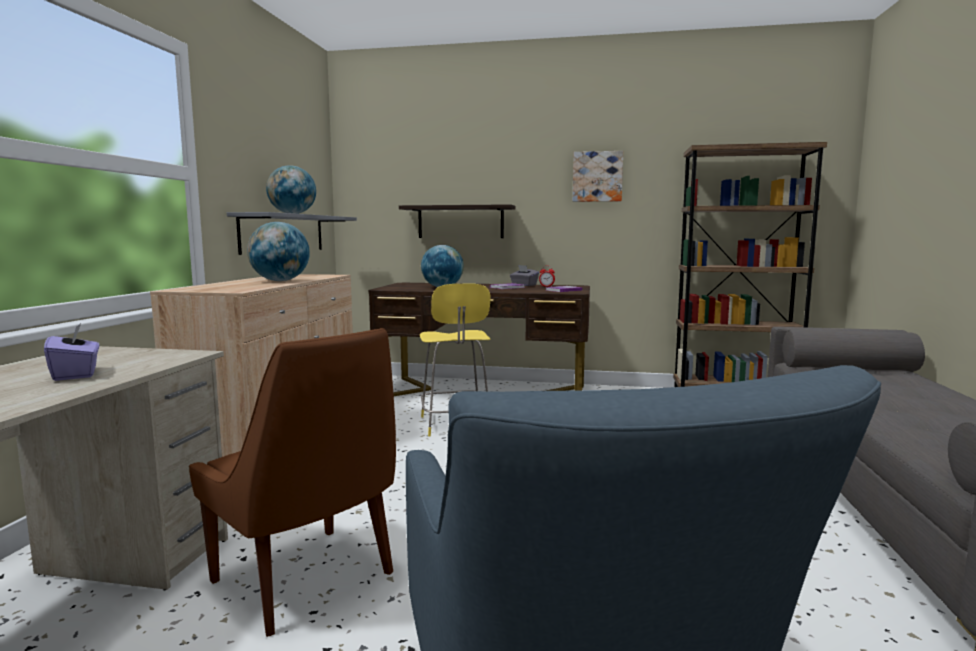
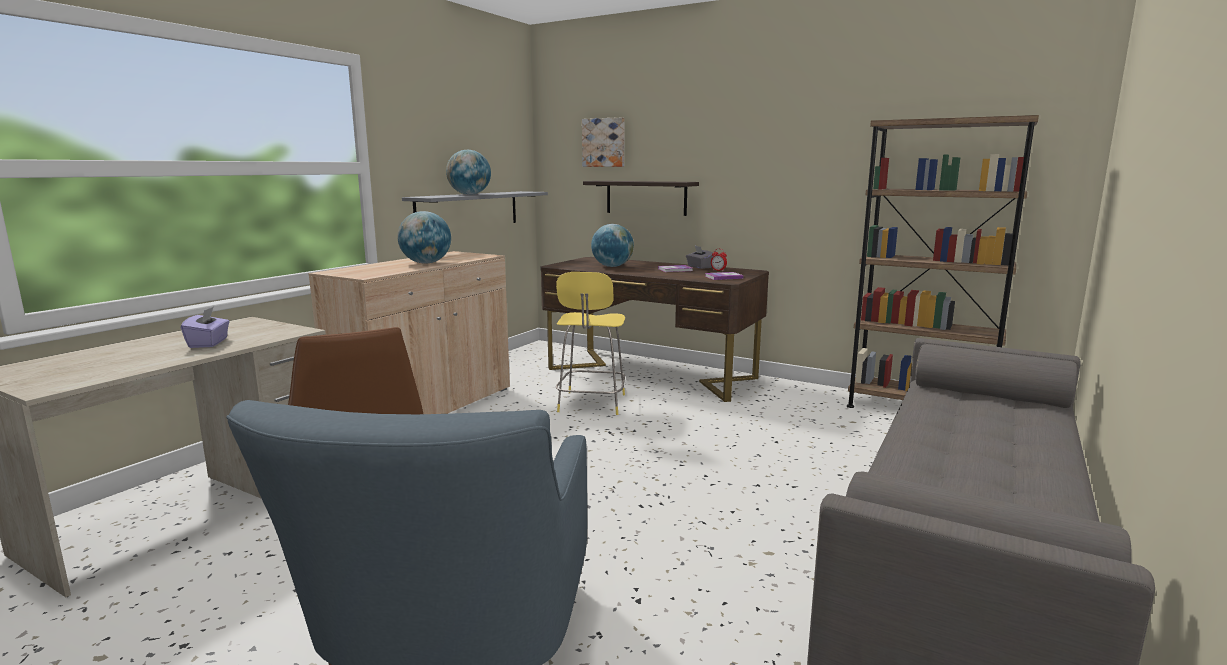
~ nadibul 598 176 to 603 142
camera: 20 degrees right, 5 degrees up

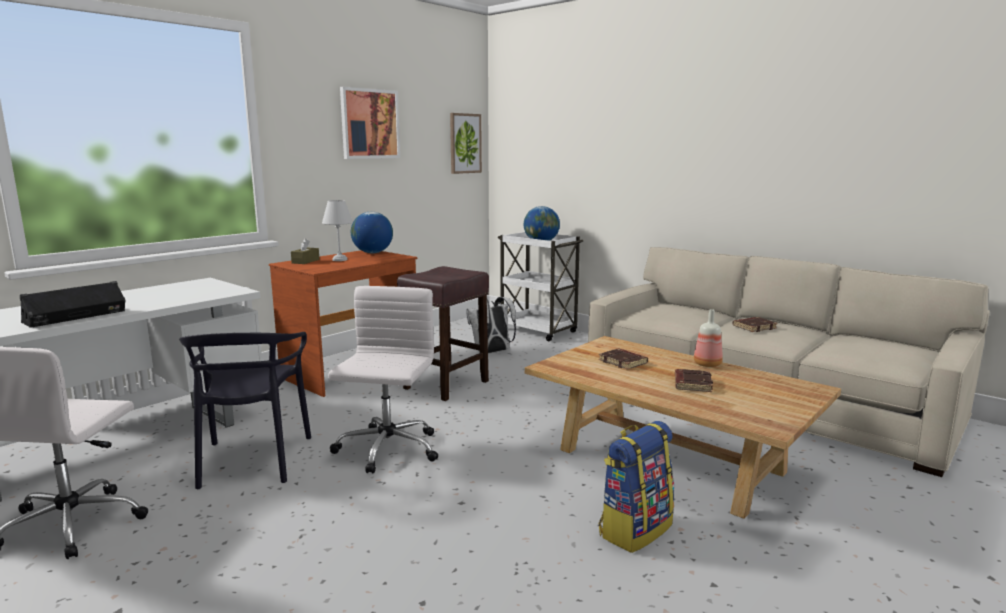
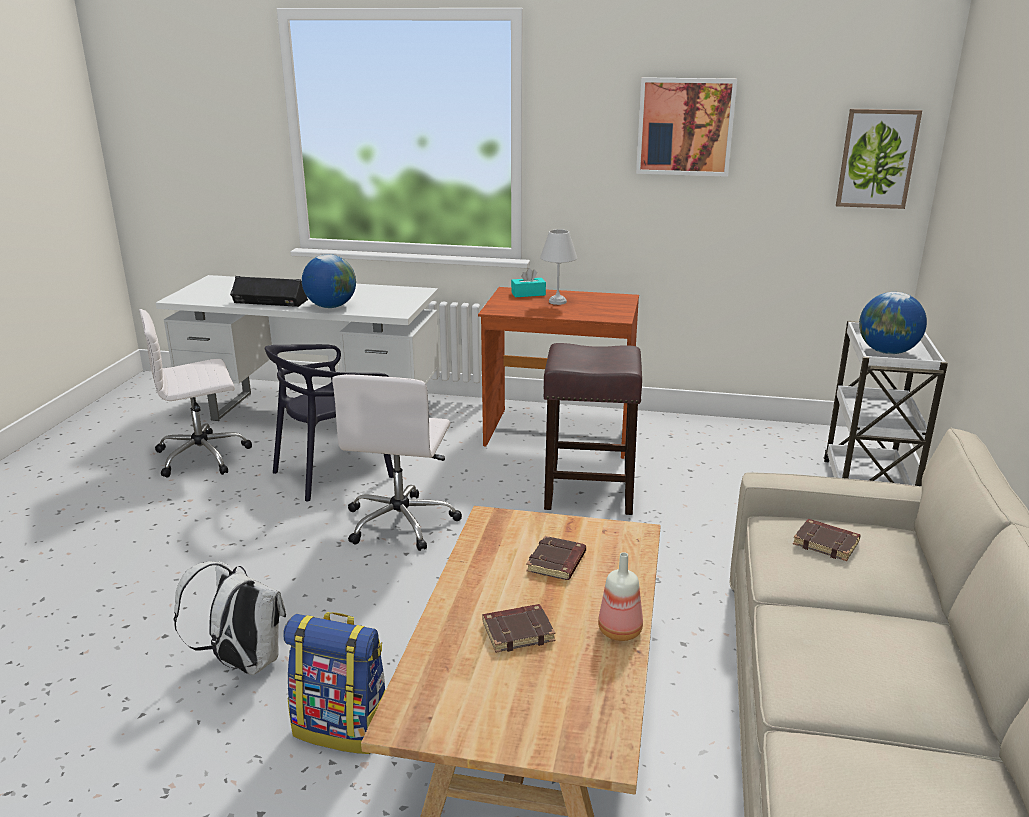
~ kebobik 372 232 to 329 281
~ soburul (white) 491 325 to 230 618
~ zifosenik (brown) 755 324 to 827 540
~ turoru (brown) 305 251 to turoru (turquoise) 528 282
~ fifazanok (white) 383 380 = 397 462 120 degrees clockwise
camera: 60 degrees right, 10 degrees up

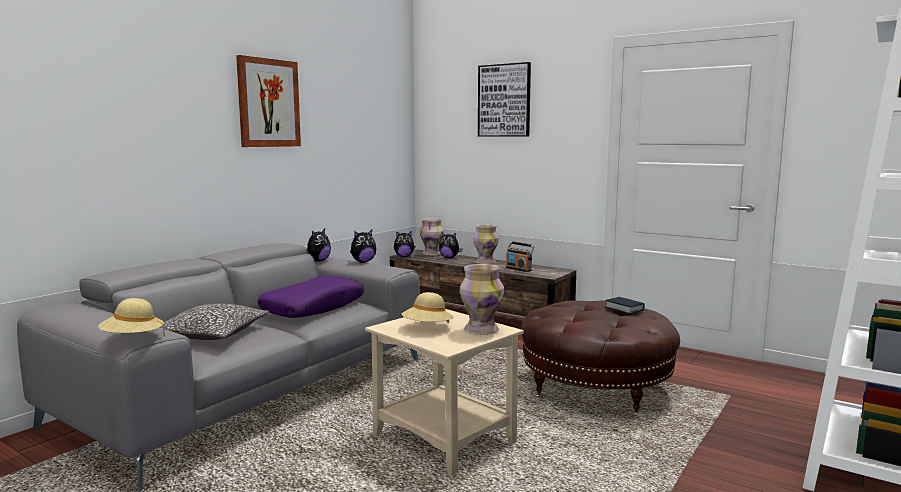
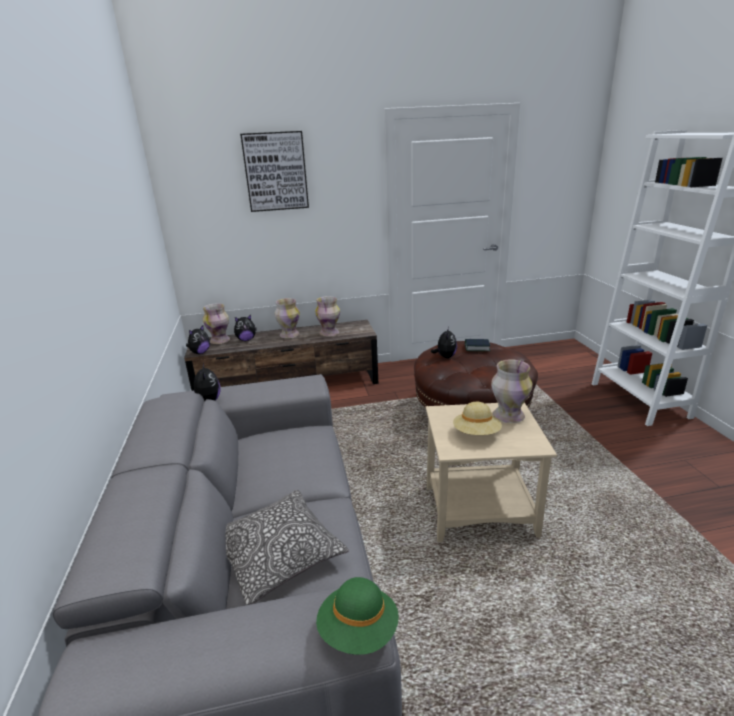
- nadibul 268 101
- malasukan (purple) 311 297
~ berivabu 363 246 to 444 342
~ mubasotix 520 256 to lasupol 327 316
~ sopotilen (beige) 131 317 to sopotilen (green) 357 616
camera: 45 degrees left, 15 degrees up

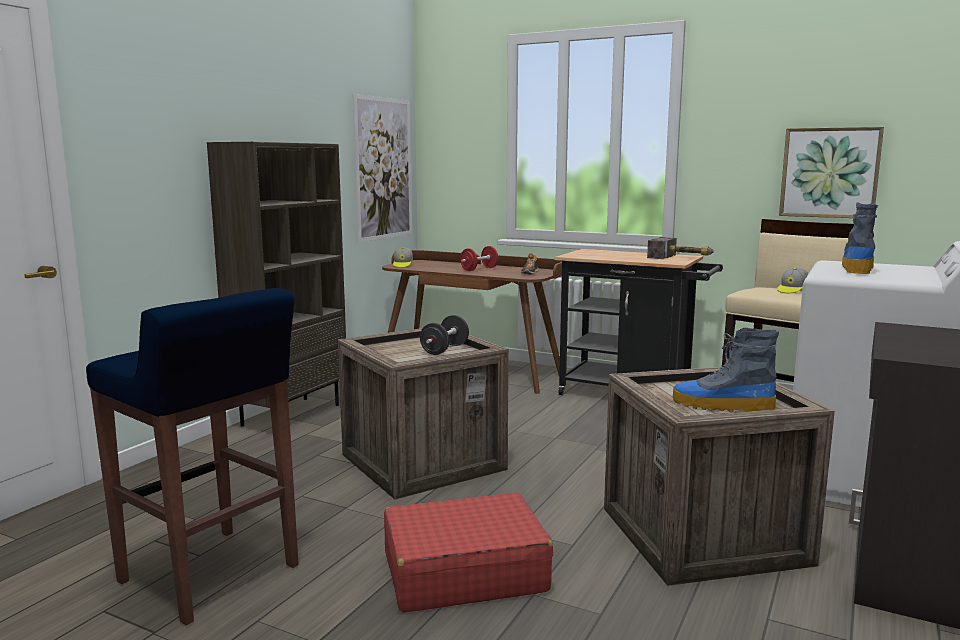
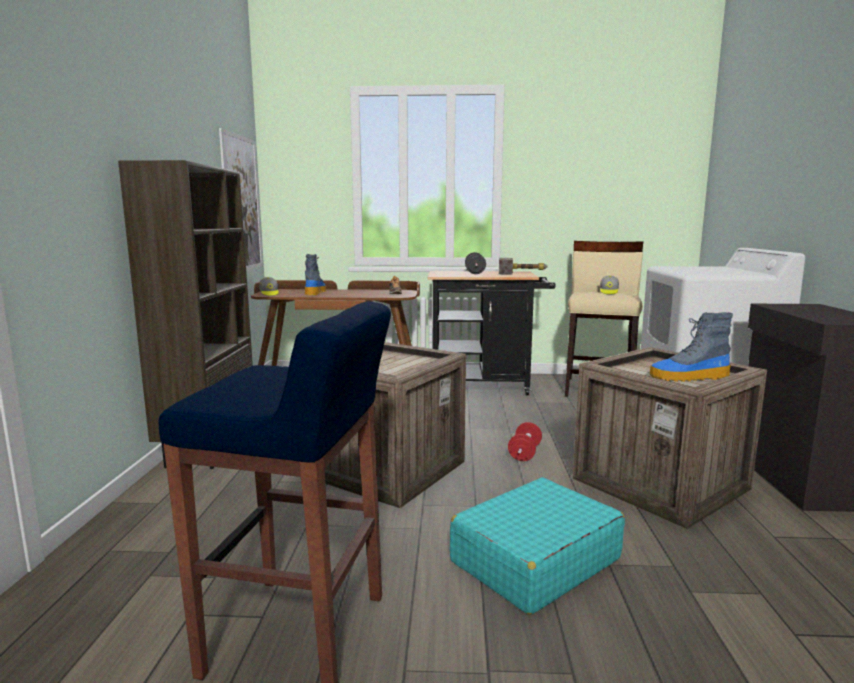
- nadibul 831 172
~ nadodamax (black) 444 335 to 475 263
~ nadodamax (red) 479 258 to 525 441
~ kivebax 860 238 to 315 274
~ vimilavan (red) 468 552 to vimilavan (turquoise) 537 546
camera: 25 degrees left, 0 degrees up

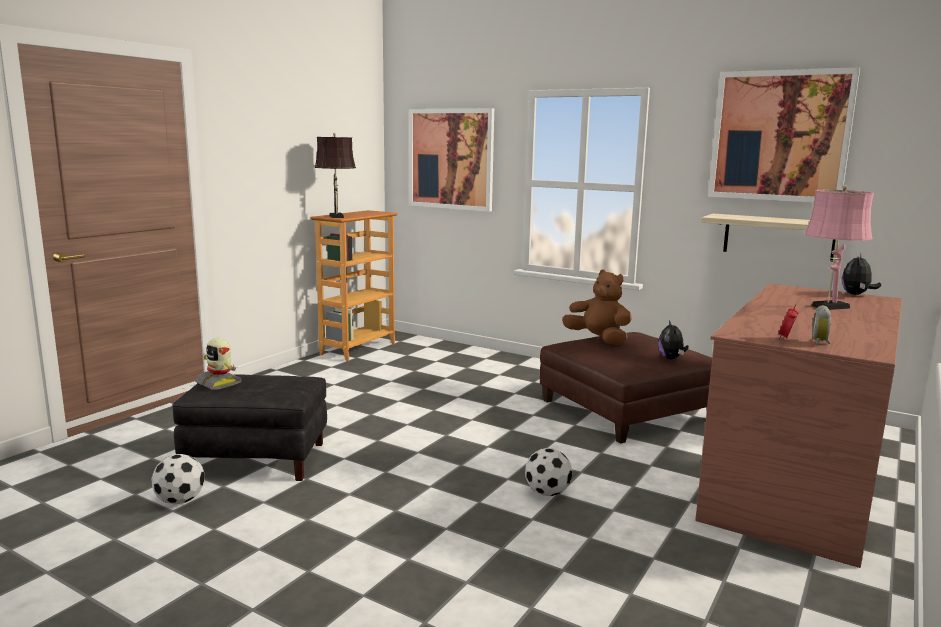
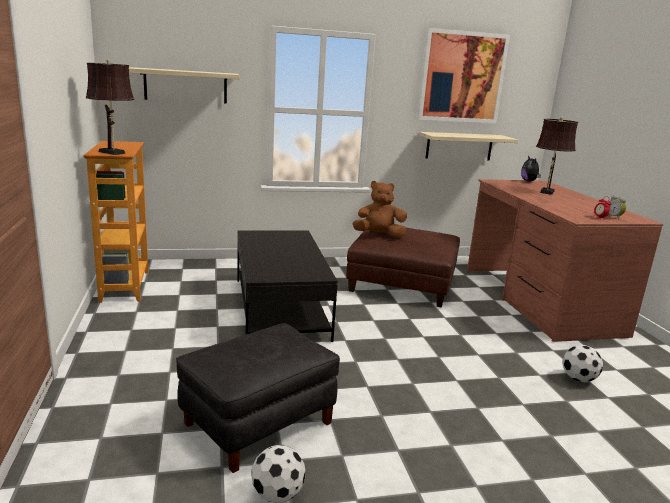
- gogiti 218 364
- berivabu 673 339
+ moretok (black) 287 286
~ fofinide 548 472 to 583 363
~ nadibul 451 160 to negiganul 184 85
~ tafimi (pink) 839 247 to tafimi (brown) 557 155
camera: 45 degrees left, 5 degrees up

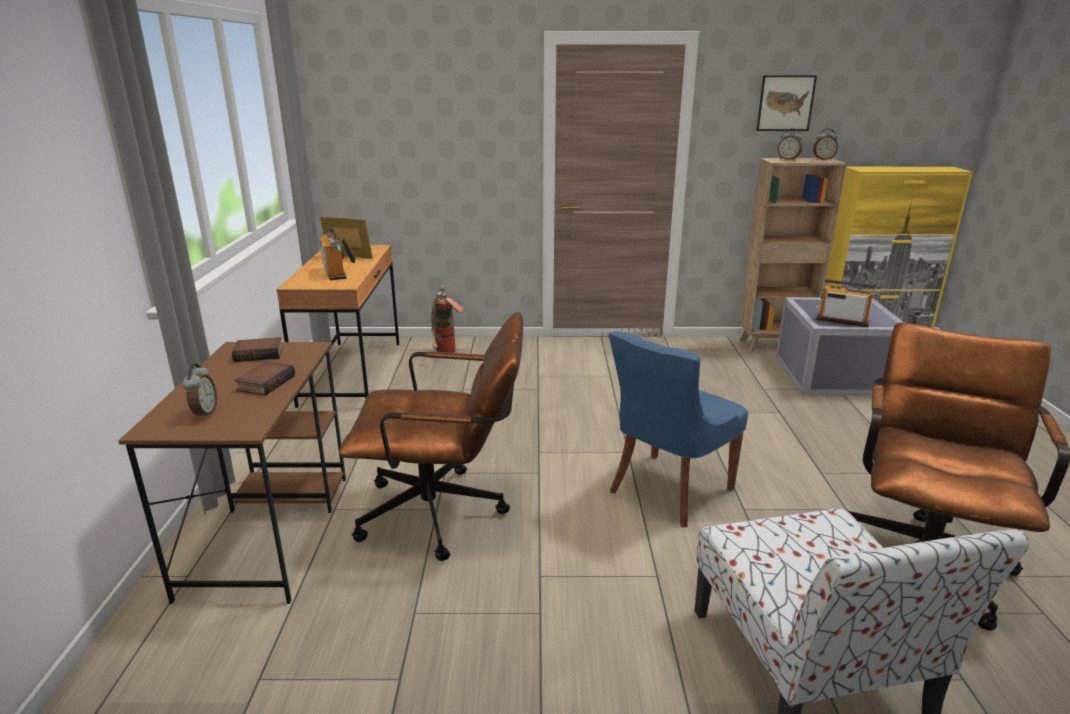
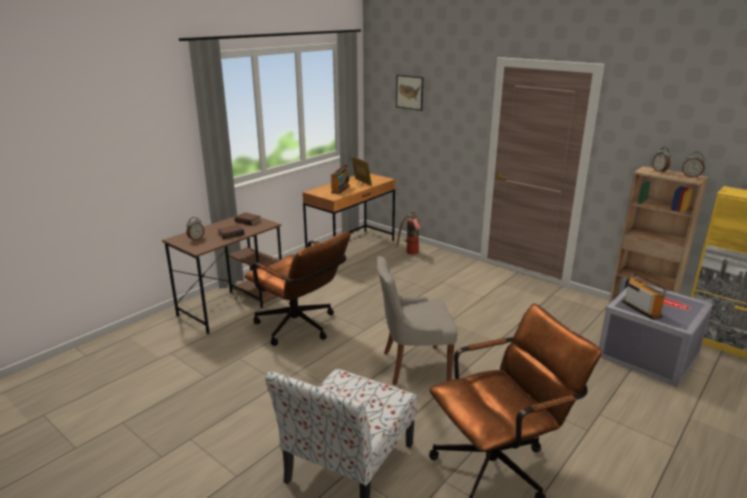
~ nadibul 786 103 to 410 93
~ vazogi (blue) 678 429 to vazogi (grey) 416 320
camera: 40 degrees right, 0 degrees up

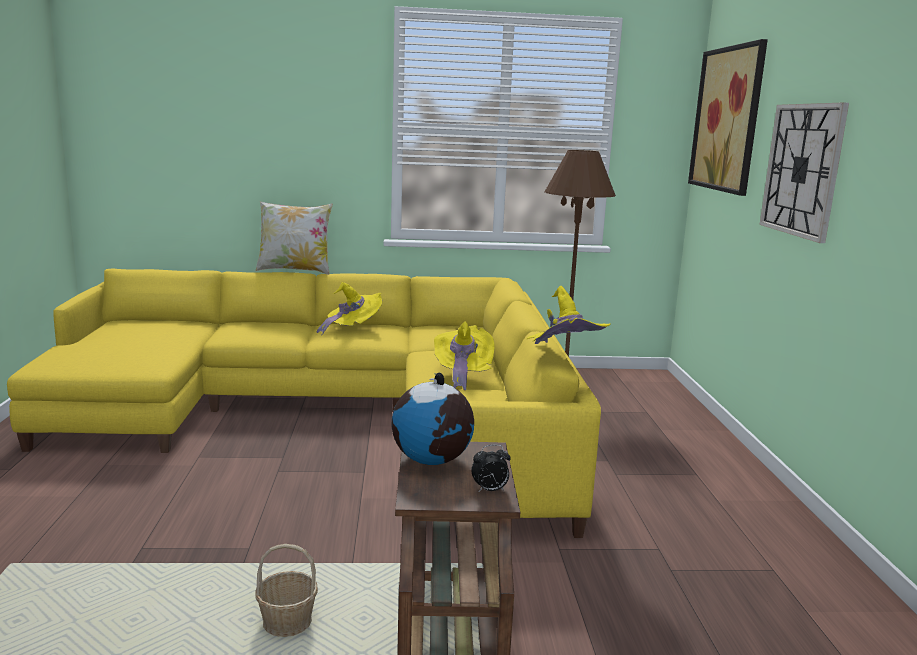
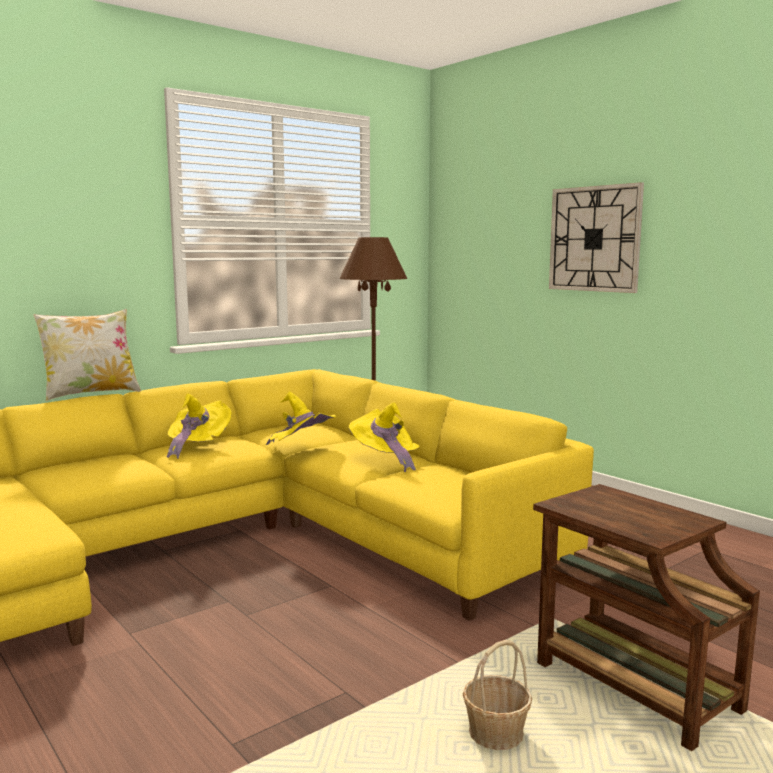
- kebobik 433 419
- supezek 491 468
- nadibul 728 117
~ sopotilen (yellow) 569 315 to 301 418
camera: 35 degrees left, 5 degrees down

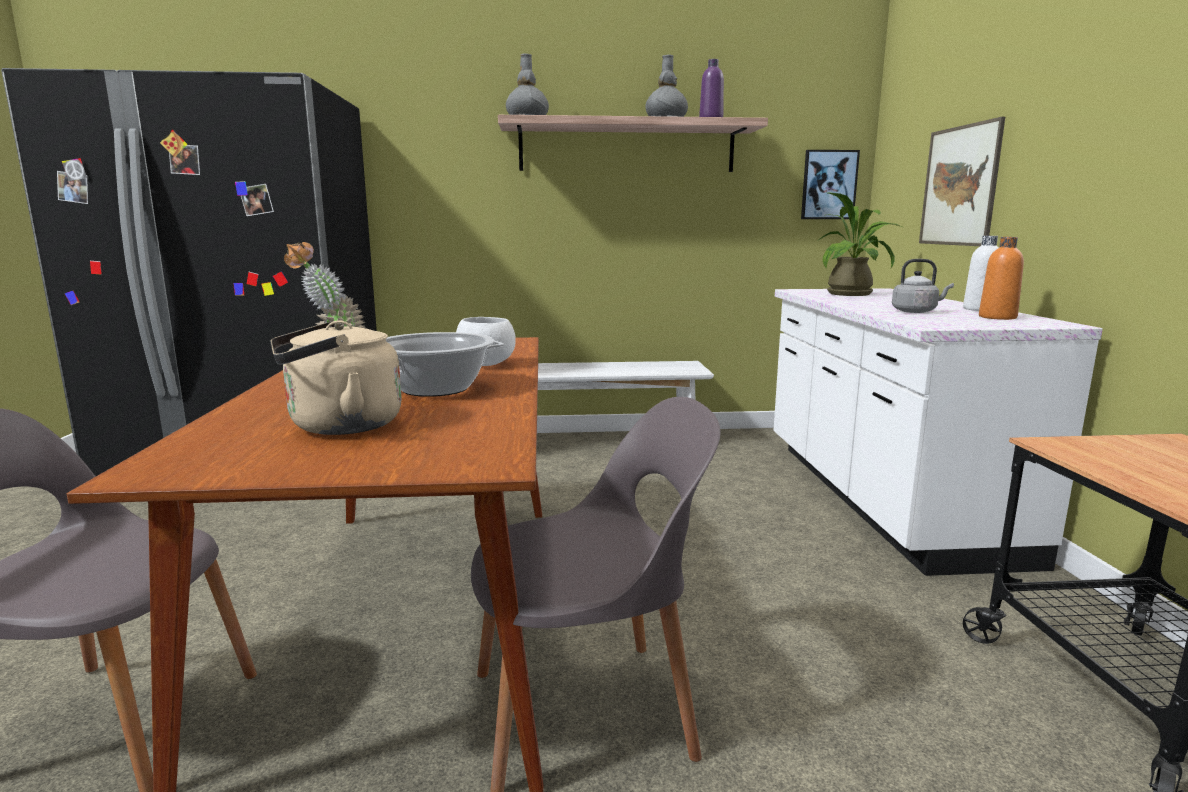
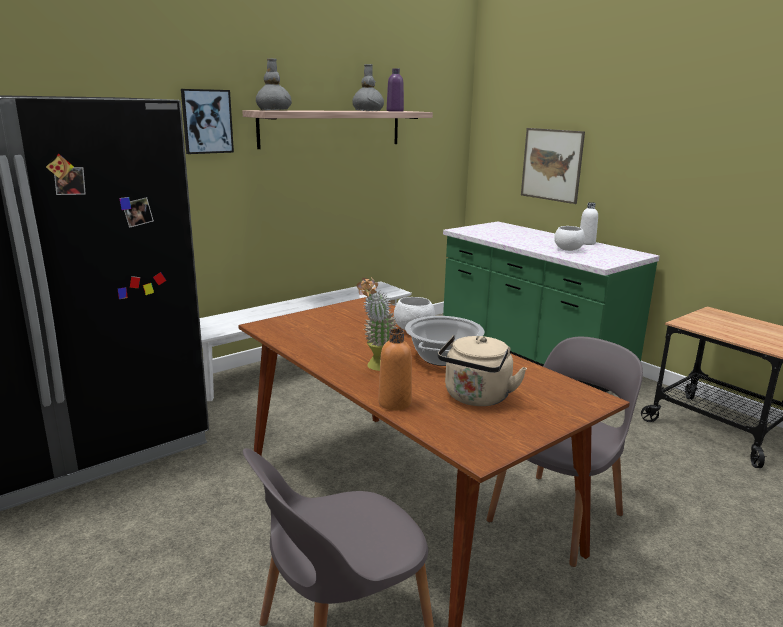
- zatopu 859 244
~ nadibul 830 184 to 207 121
~ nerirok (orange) 1001 278 to 395 369
~ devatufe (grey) 923 286 to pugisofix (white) 569 238
~ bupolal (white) 938 432 to bupolal (green) 551 307
camera: 35 degrees left, 5 degrees up

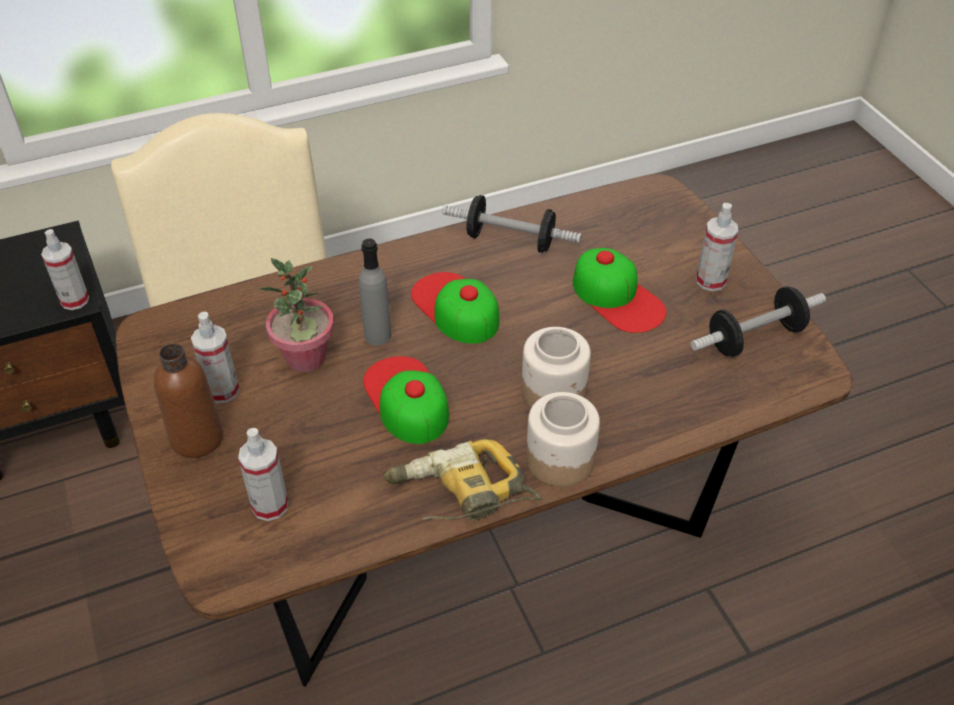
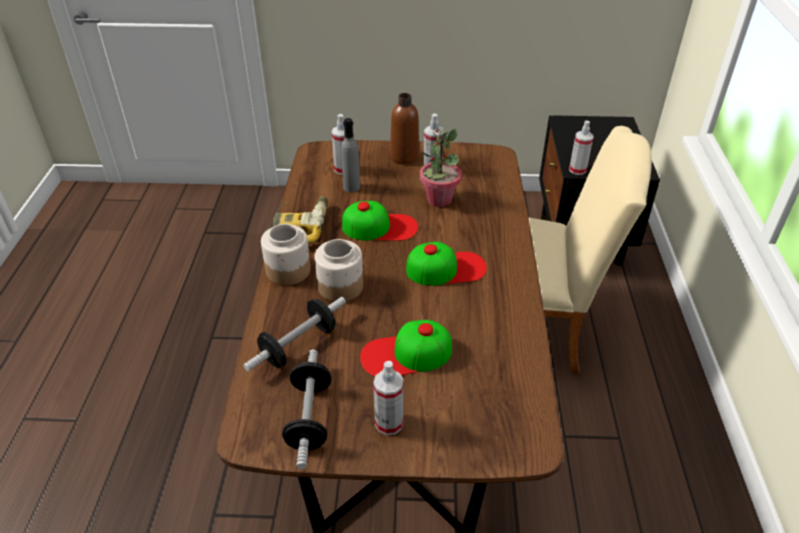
~ nerirok (grey) 375 292 to 350 155
~ nadodamax 512 224 to 294 334
camera: 115 degrees right, 5 degrees down

